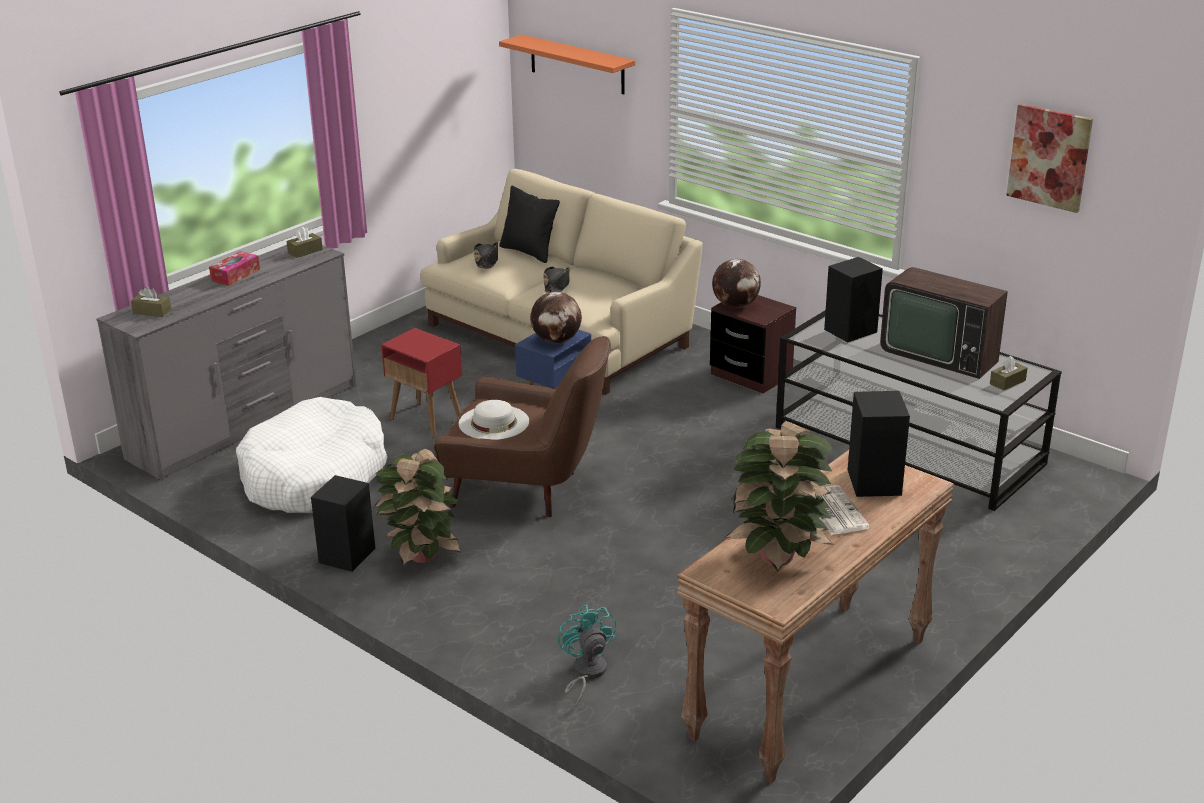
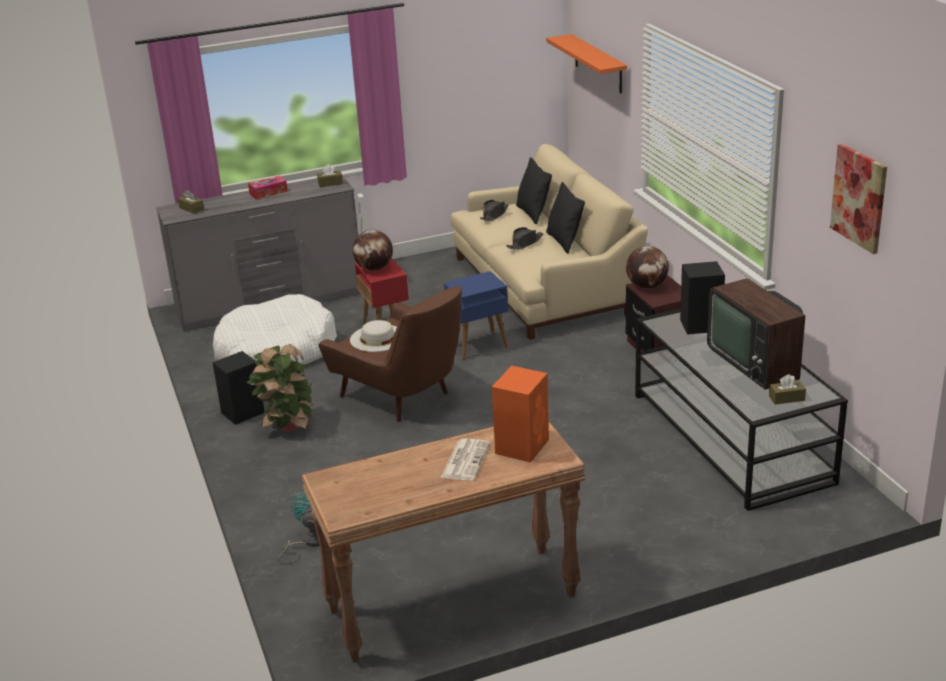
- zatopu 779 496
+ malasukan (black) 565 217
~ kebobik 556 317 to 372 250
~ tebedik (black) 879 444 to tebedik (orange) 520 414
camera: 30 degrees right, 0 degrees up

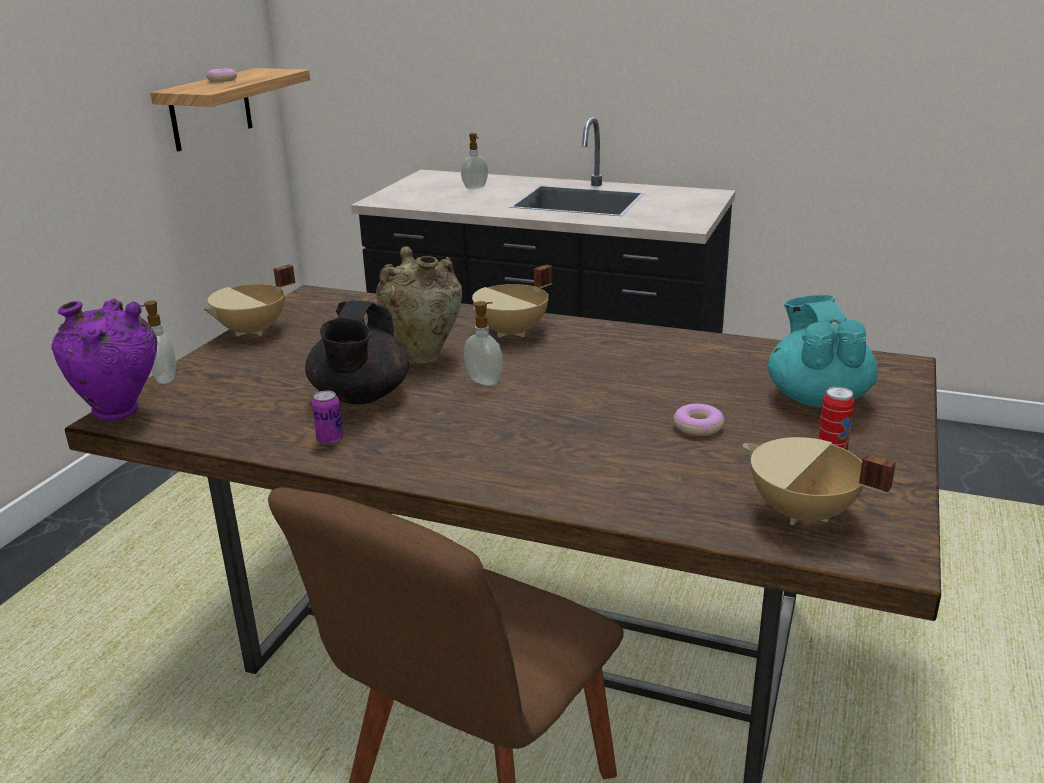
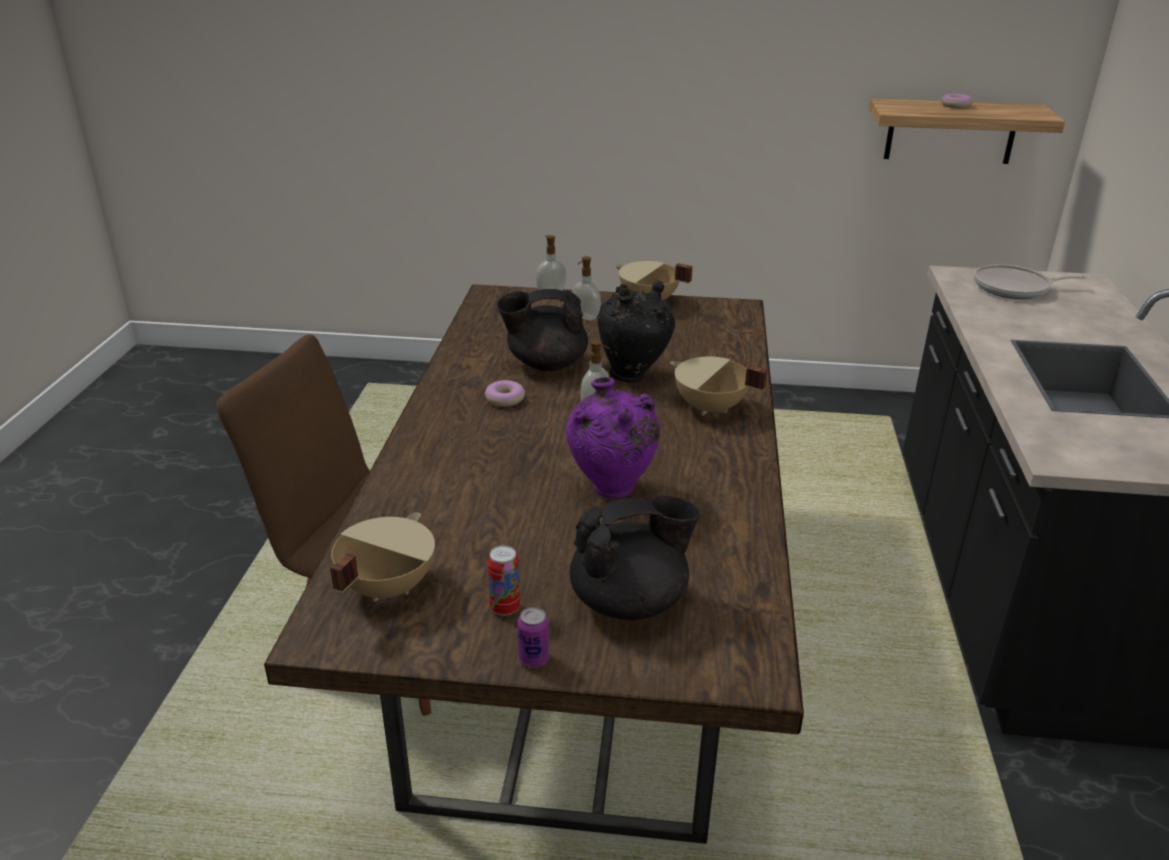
+ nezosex 1030 281
~ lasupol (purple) 104 359 to 613 438
~ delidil 327 417 to 533 637
~ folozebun 474 161 to 586 288
~ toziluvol 699 420 to 505 393
~ lasupol (beige) 419 305 to lasupol (black) 636 331
~ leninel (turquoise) 823 351 to leninel (black) 635 557
camera: 75 degrees right, 5 degrees up

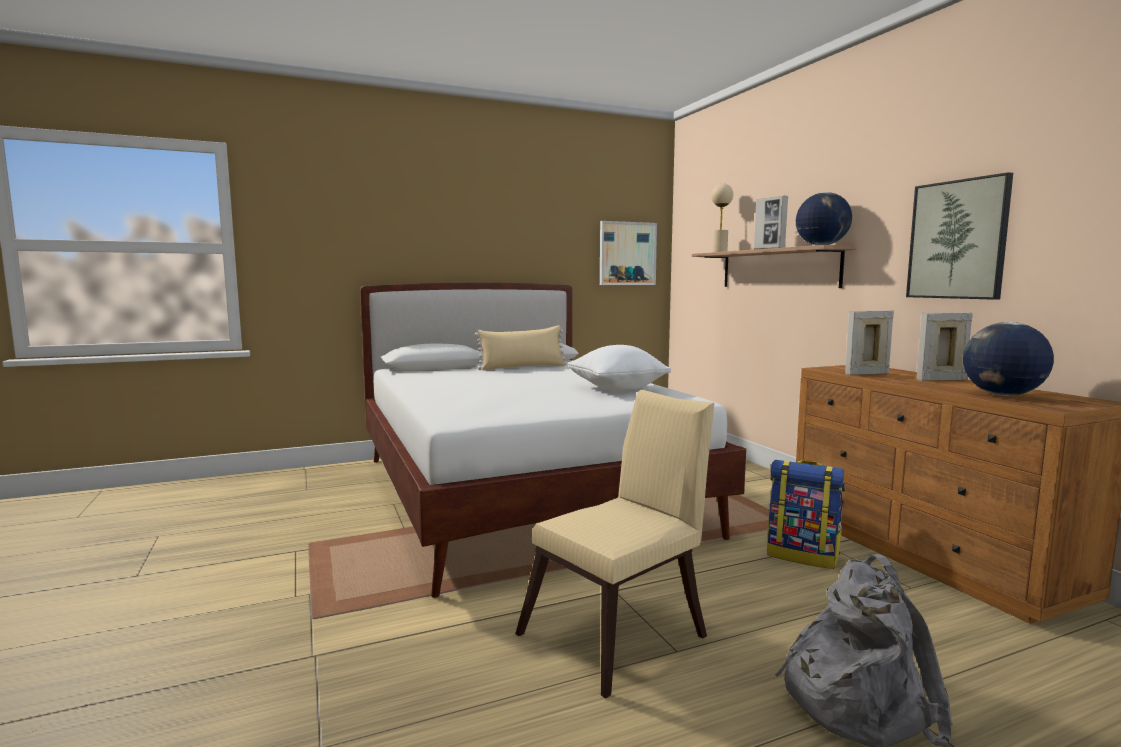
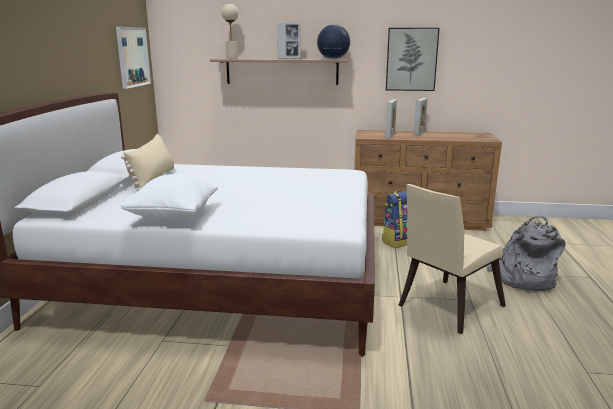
- kebobik 1008 359
~ malasukan (white) 619 368 to 169 197
~ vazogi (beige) 614 544 = 452 259 120 degrees counterclockwise
camera: 60 degrees left, 10 degrees up

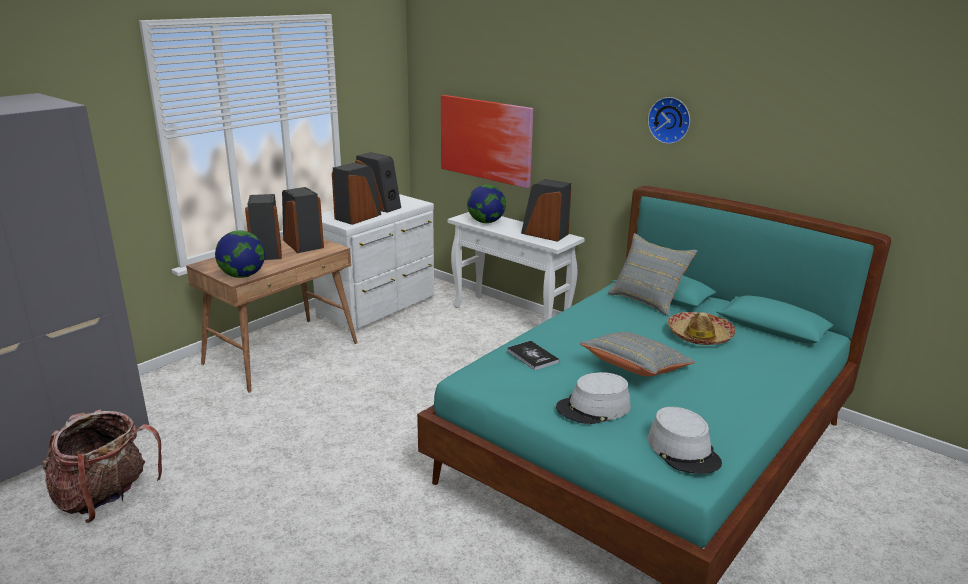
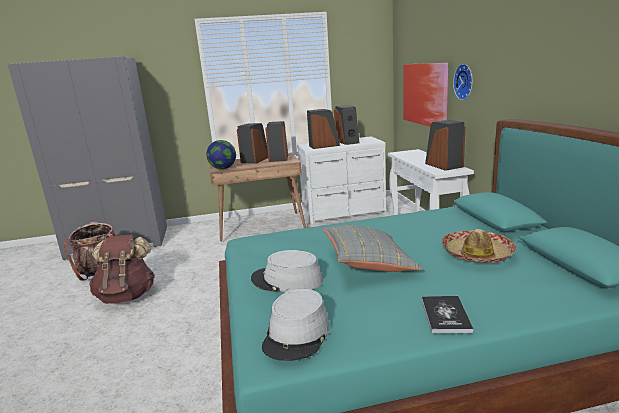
- kebobik 486 204
- malasukan (grey) 653 274
+ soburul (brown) 122 269
~ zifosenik 533 355 to 448 314
~ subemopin 669 120 to 463 82
camera: 40 degrees right, 5 degrees down

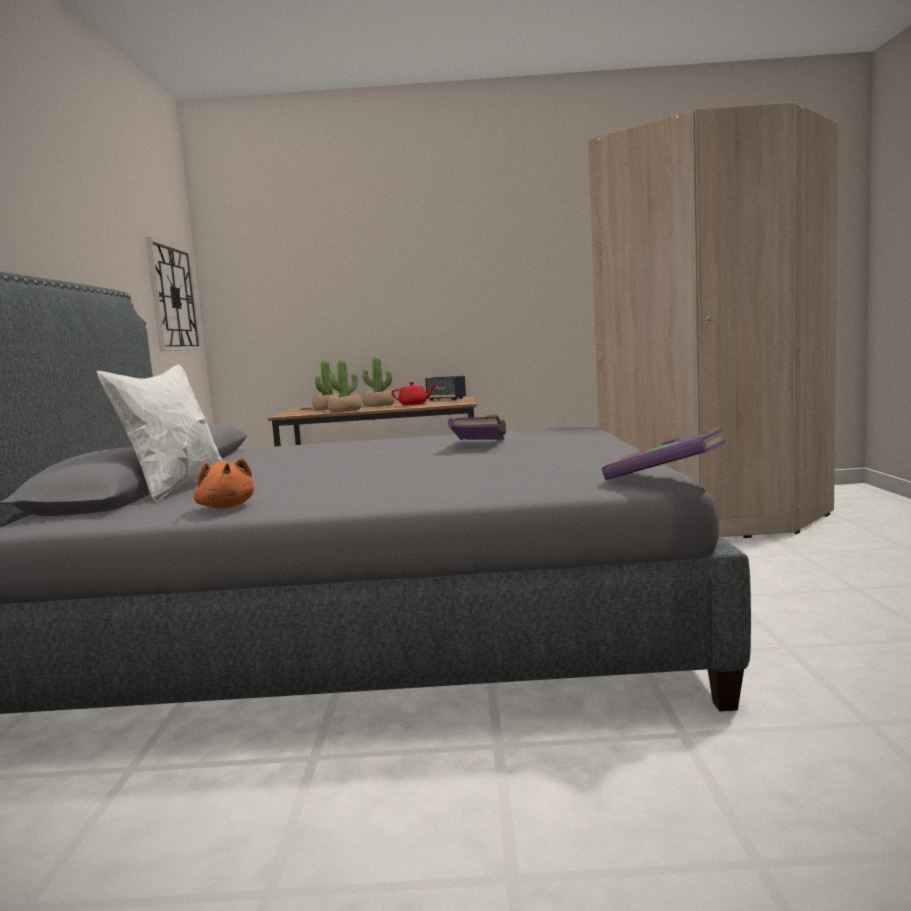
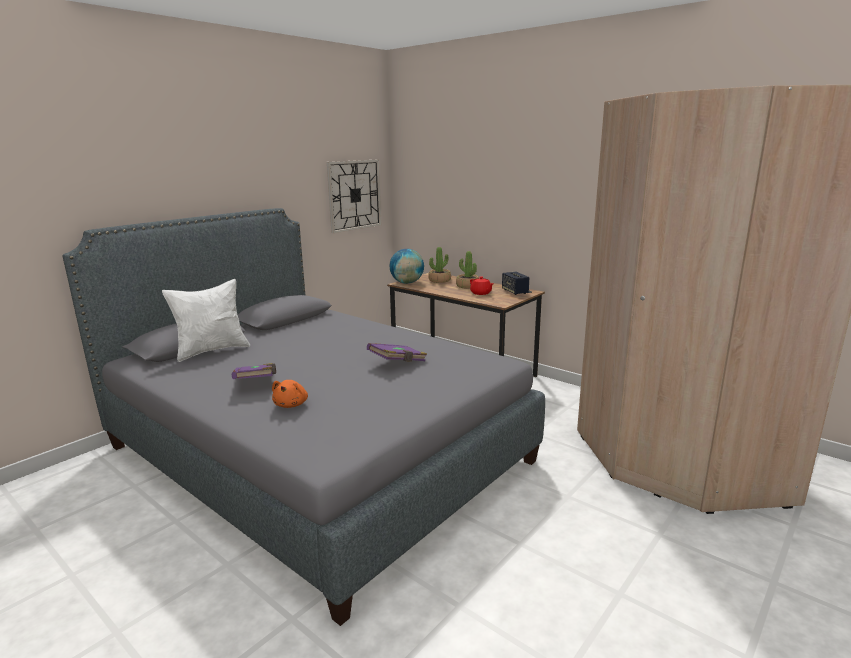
- zatopu 344 385
+ kebobik 407 266
~ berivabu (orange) 224 483 to 290 394
~ zifosenik (purple) 664 453 to 254 371
camera: 40 degrees right, 10 degrees up

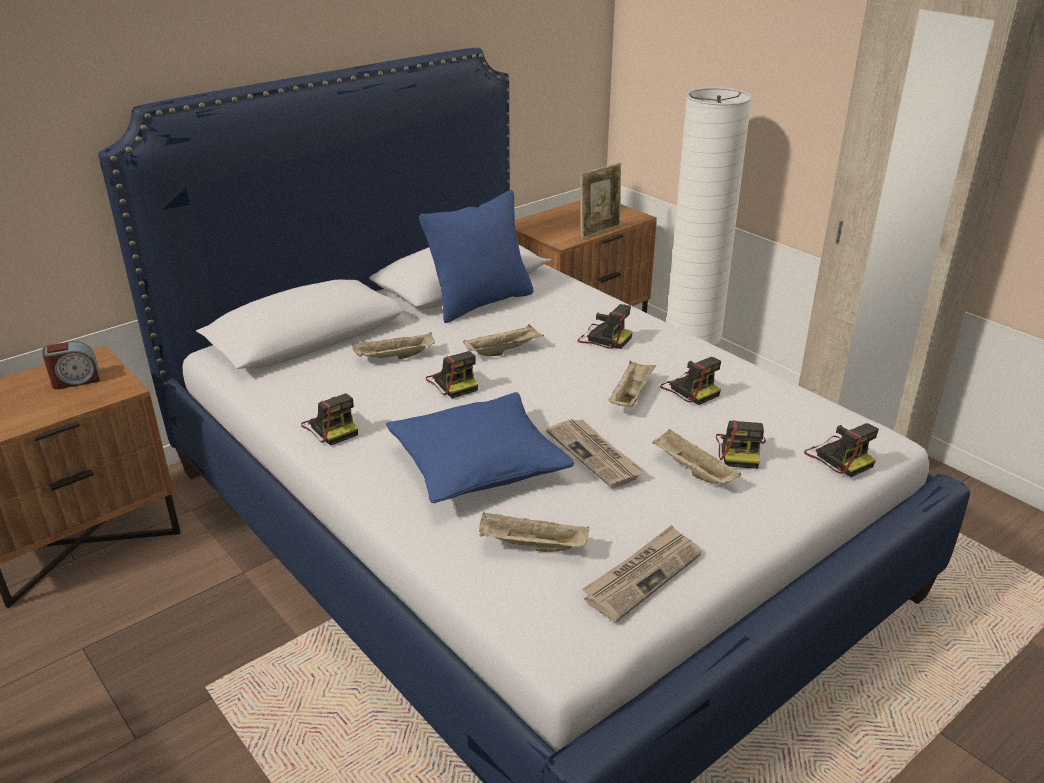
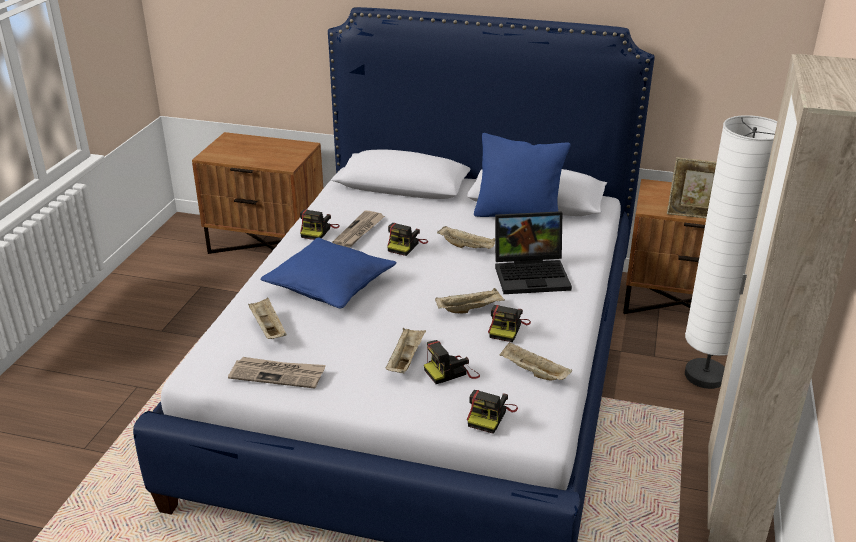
- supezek 71 365
~ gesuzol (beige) 393 345 to 535 361
~ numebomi 595 453 to 358 229
~ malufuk 605 326 to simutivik 533 252
camera: 55 degrees right, 0 degrees up

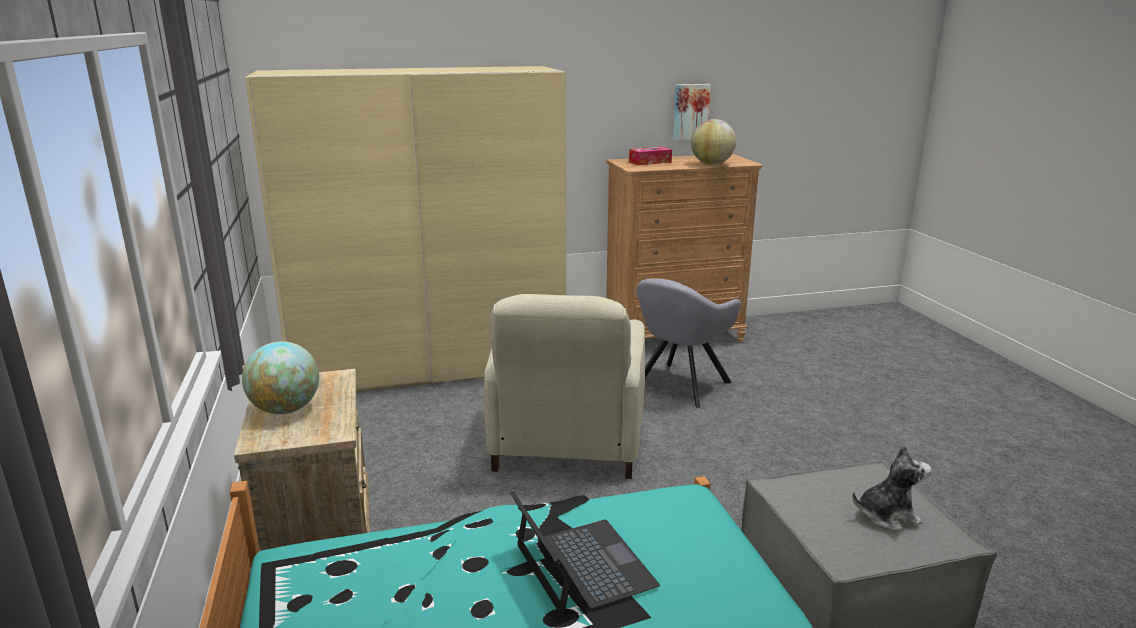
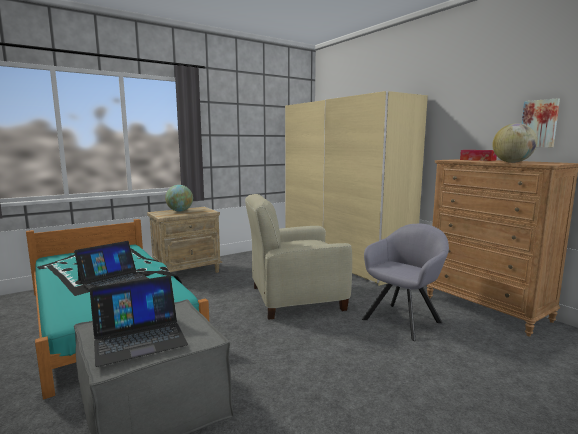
~ berivabu 892 487 to simutivik 139 321
~ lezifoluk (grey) 688 343 = 405 282 120 degrees clockwise
camera: 70 degrees right, 10 degrees down

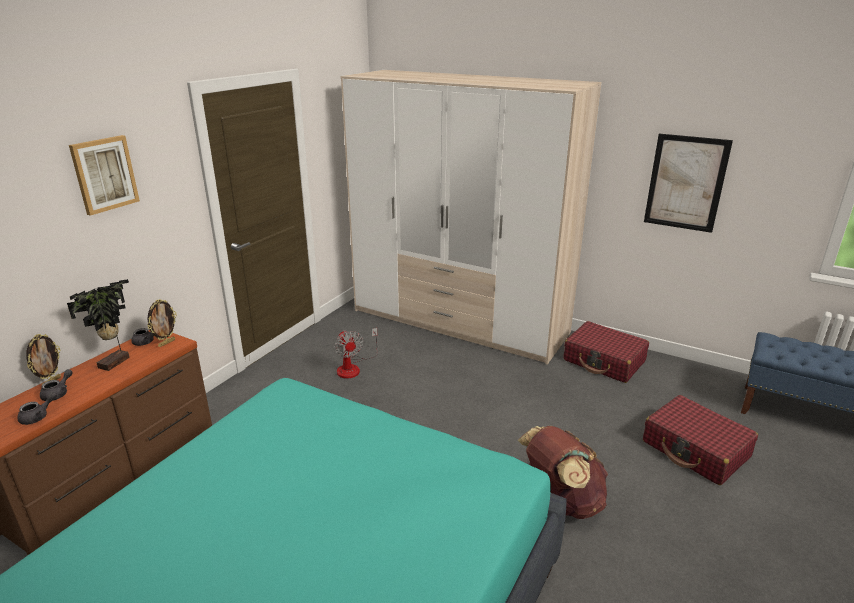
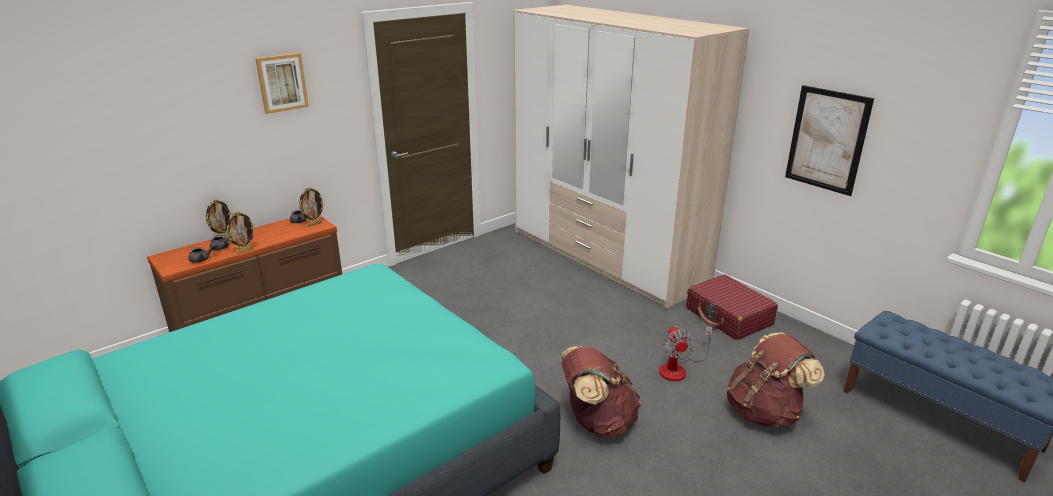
- zatopu 98 325
+ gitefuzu 240 232
~ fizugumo 355 353 to 686 353
~ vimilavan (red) 700 440 to soburul (brown) 776 380
camera: 20 degrees right, 0 degrees up

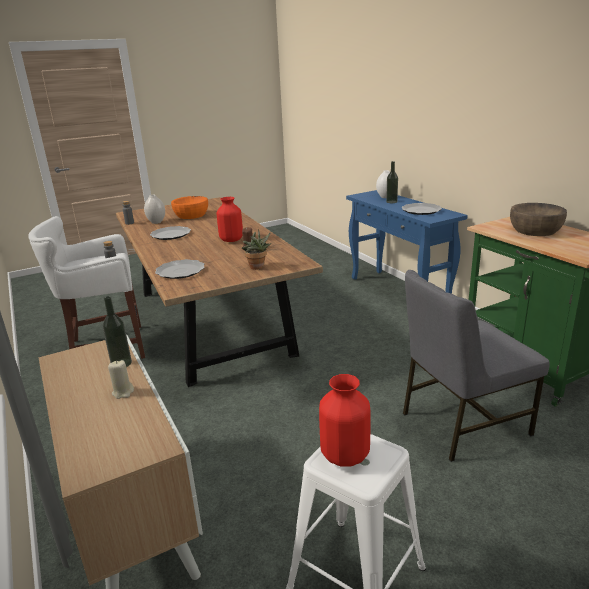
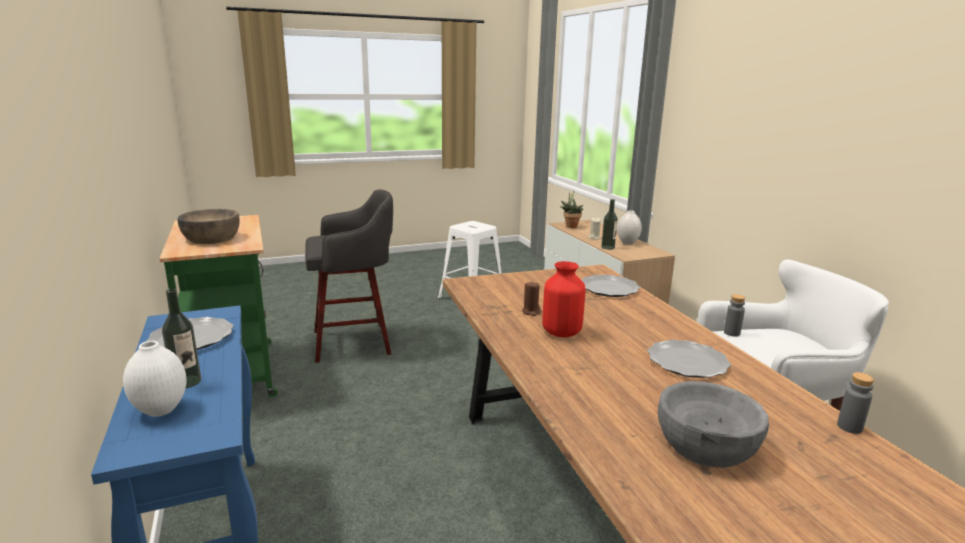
- lasupol (red) 345 420
~ lasupol (white) 154 209 to 629 227
~ zatopu 256 249 to 571 209
~ vazogi (grey) 476 366 to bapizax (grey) 349 276
~ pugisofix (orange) 189 207 to pugisofix (grey) 713 424
camera: 175 degrees left, 5 degrees down

